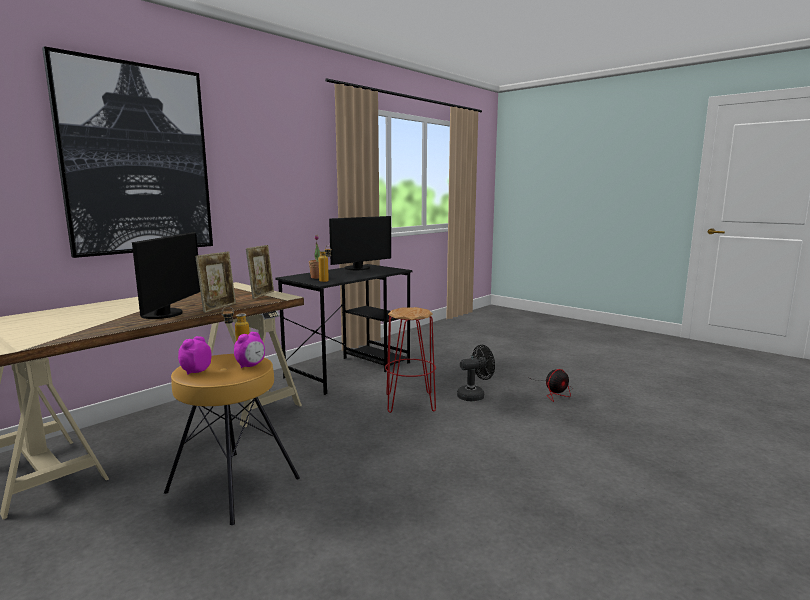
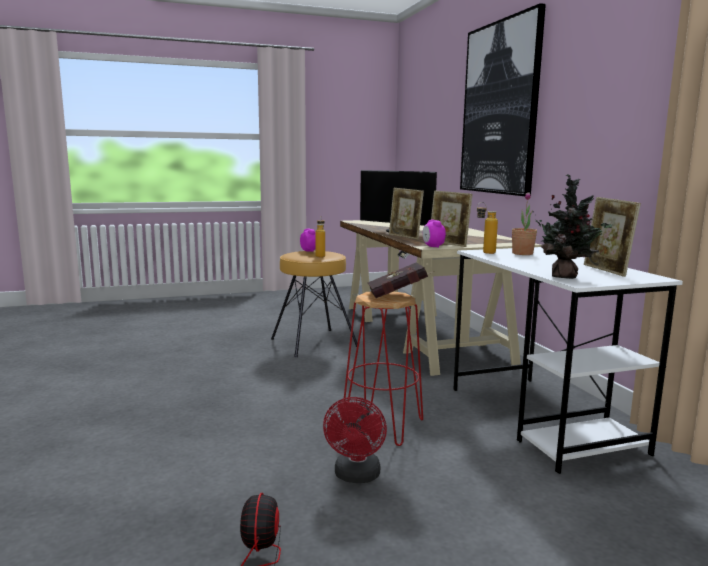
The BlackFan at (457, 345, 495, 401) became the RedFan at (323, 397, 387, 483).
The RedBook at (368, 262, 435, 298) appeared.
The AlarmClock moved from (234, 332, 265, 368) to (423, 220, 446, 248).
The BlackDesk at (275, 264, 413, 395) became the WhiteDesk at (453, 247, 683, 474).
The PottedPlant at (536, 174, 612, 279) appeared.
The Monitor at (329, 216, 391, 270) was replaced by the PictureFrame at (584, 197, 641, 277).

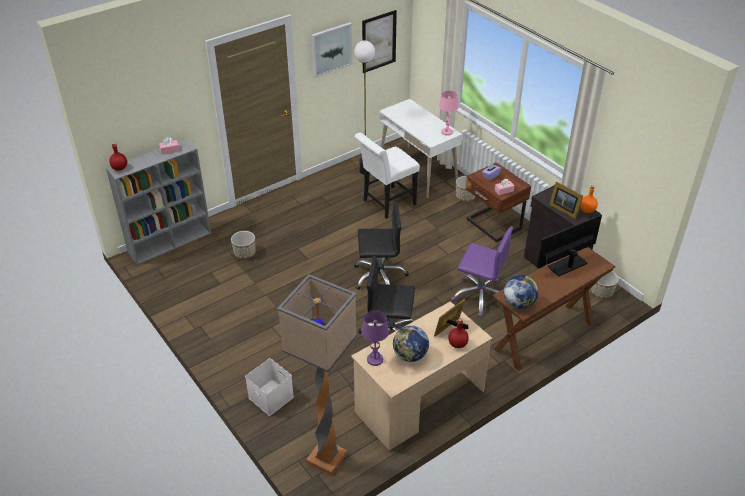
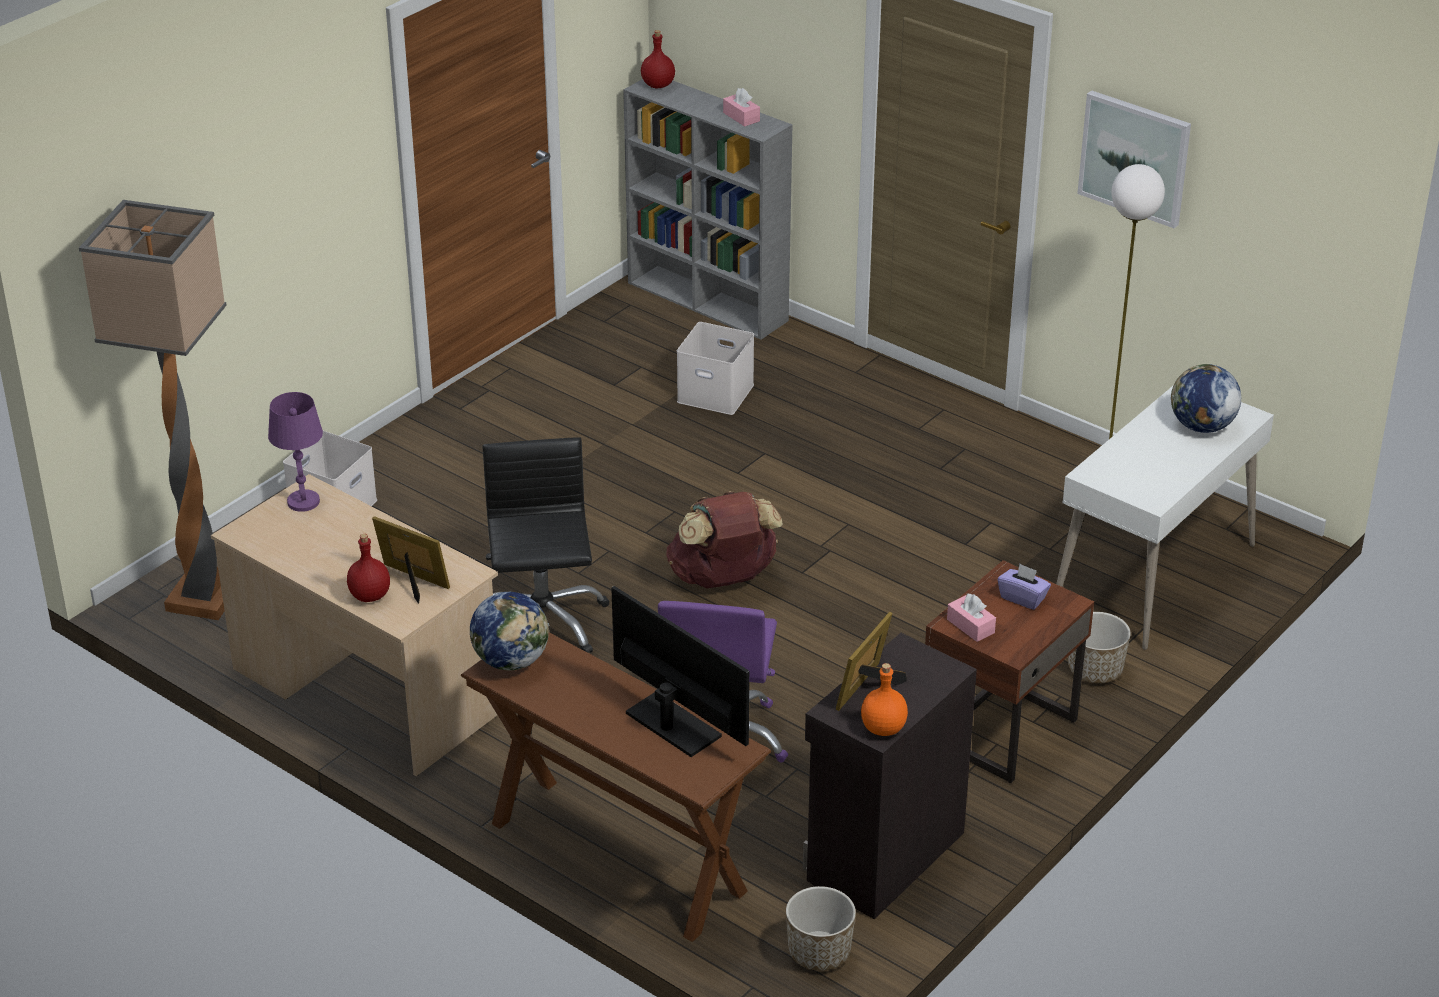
The BlackOfficeChair at (354, 201, 409, 290) was replaced by the BrownBackpack at (666, 491, 783, 588).
The Planter at (231, 231, 256, 259) was replaced by the WhiteStorageBox at (677, 322, 754, 415).
The Globe moved from (393, 325, 429, 362) to (1171, 364, 1241, 433).
The WhiteChair at (354, 133, 420, 219) disappeared.
The Picture at (362, 10, 397, 73) disappeared.
The PinkTableLamp at (439, 91, 459, 136) disappeared.

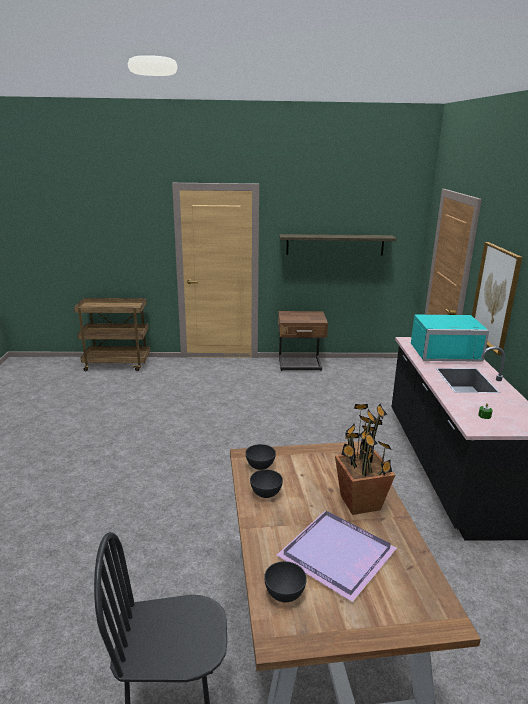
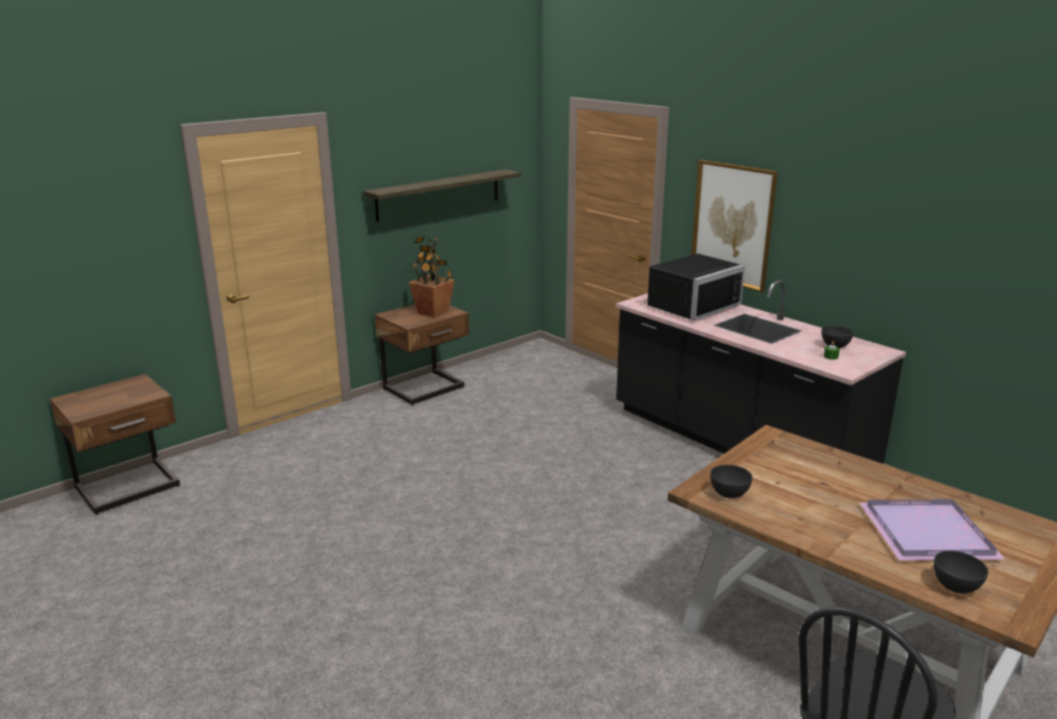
The BrownCart at (74, 298, 150, 371) was replaced by the BrownNightstand at (50, 374, 180, 515).
The PottedPlant moved from (335, 404, 395, 515) to (409, 234, 455, 318).
The TurquoiseMicrowave at (411, 315, 489, 362) became the BlackMicrowave at (644, 253, 745, 320).
The GreyBowl moved from (250, 470, 283, 498) to (821, 326, 854, 348).

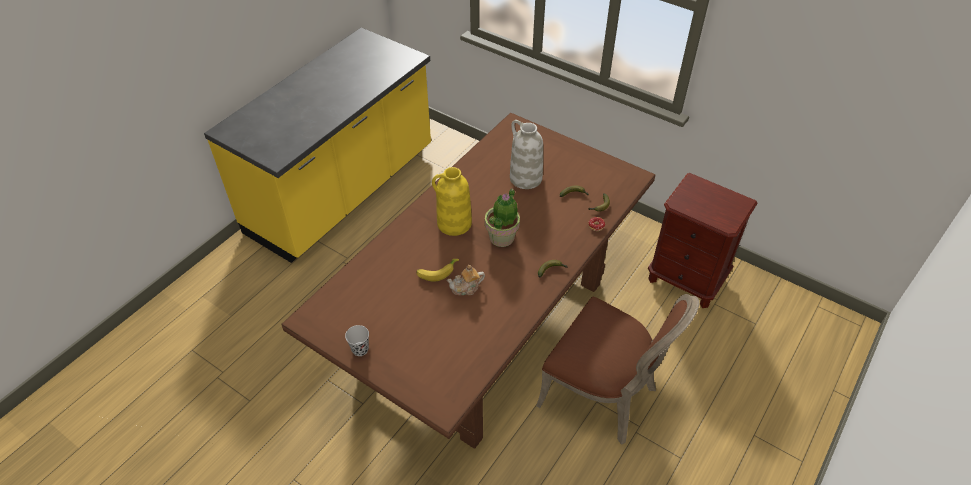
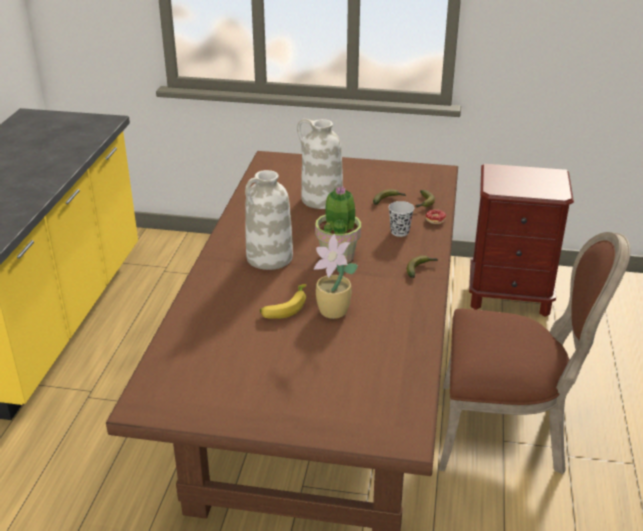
The YellowVase at (432, 167, 472, 236) became the WhiteVase at (245, 170, 293, 270).
The Teapot at (447, 265, 485, 295) was replaced by the PottedPlant at (314, 234, 358, 319).
The BlackCup moved from (345, 325, 369, 356) to (388, 201, 414, 237).

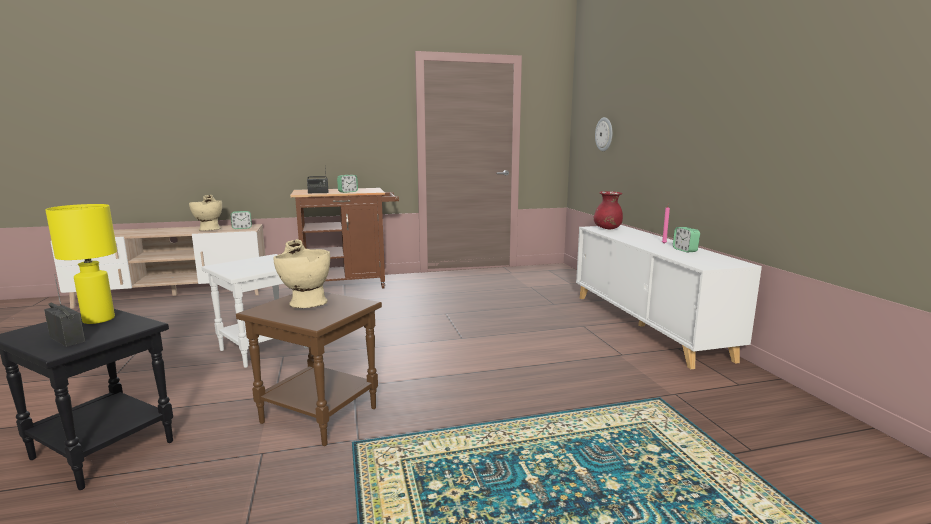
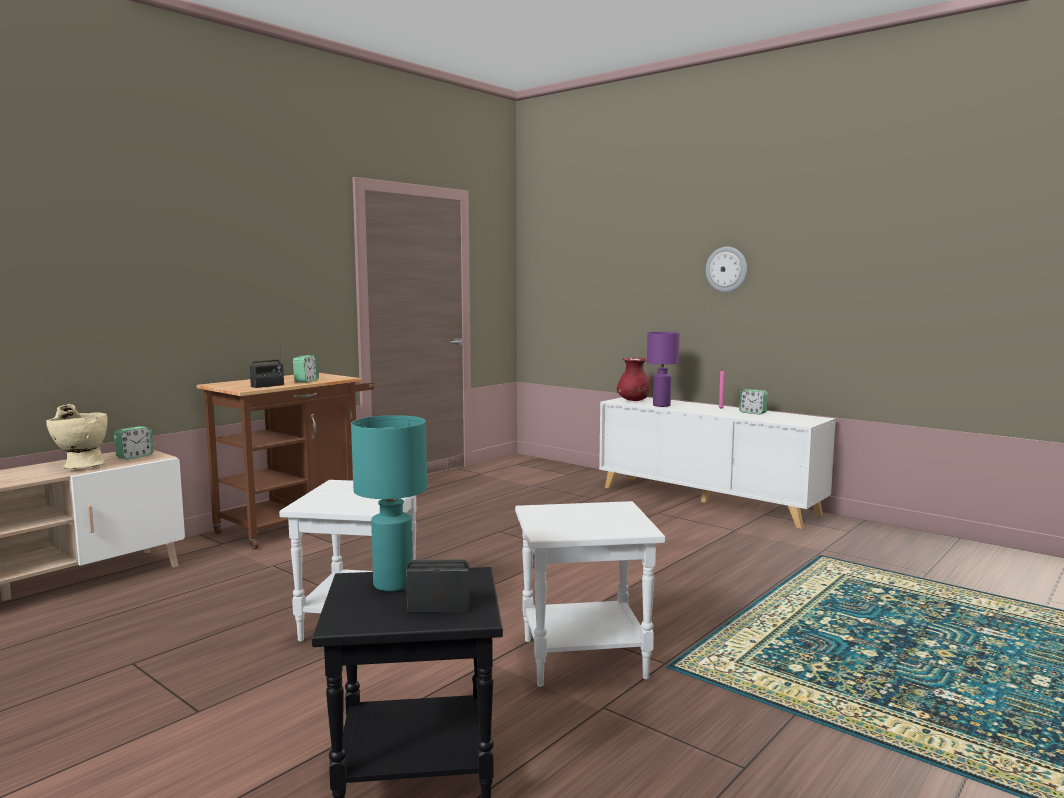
The YellowTableLamp at (45, 204, 117, 324) became the TurquoiseTableLamp at (351, 415, 427, 591).
The BrownSideTable at (236, 292, 382, 446) became the WhiteSideTable at (515, 501, 665, 687).
The PurpleTableLamp at (647, 332, 680, 407) appeared.
The WallClock moved from (595, 117, 612, 151) to (706, 247, 747, 292).
The BeigeVase at (274, 239, 330, 308) disappeared.

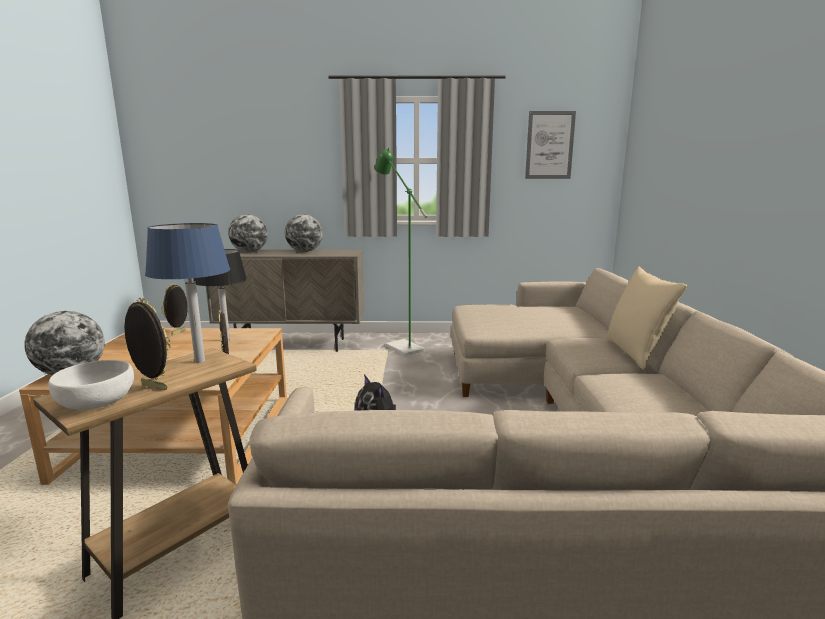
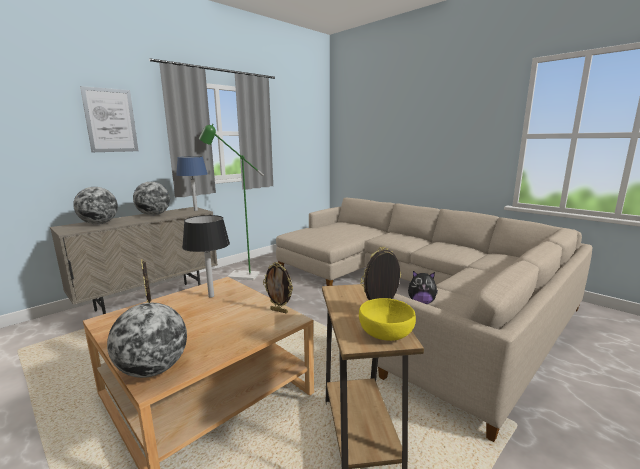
The Picture moved from (525, 111, 576, 179) to (80, 86, 138, 152).
The BlueTableLamp moved from (145, 223, 230, 363) to (176, 156, 207, 211).
The WhiteBowl at (49, 360, 134, 410) became the YellowBowl at (359, 298, 416, 341).
The BeigePillow at (607, 266, 687, 370) disappeared.

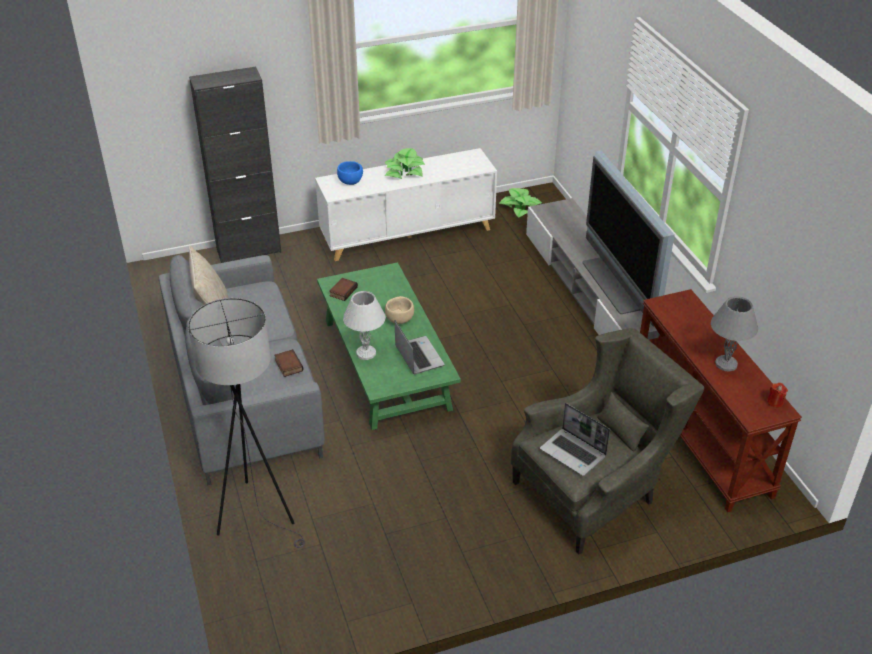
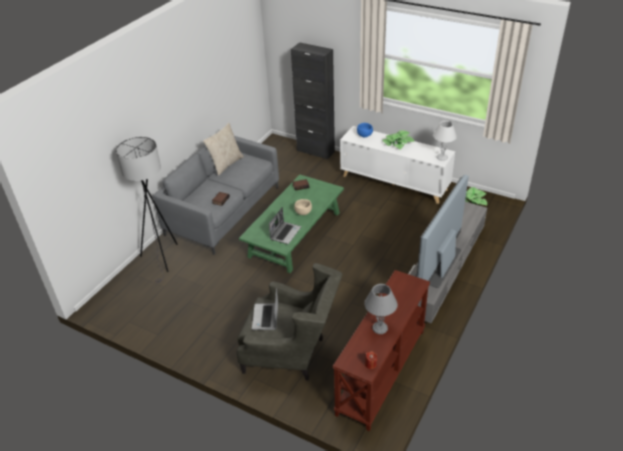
The WhiteTableLamp moved from (343, 291, 386, 360) to (433, 121, 457, 161).

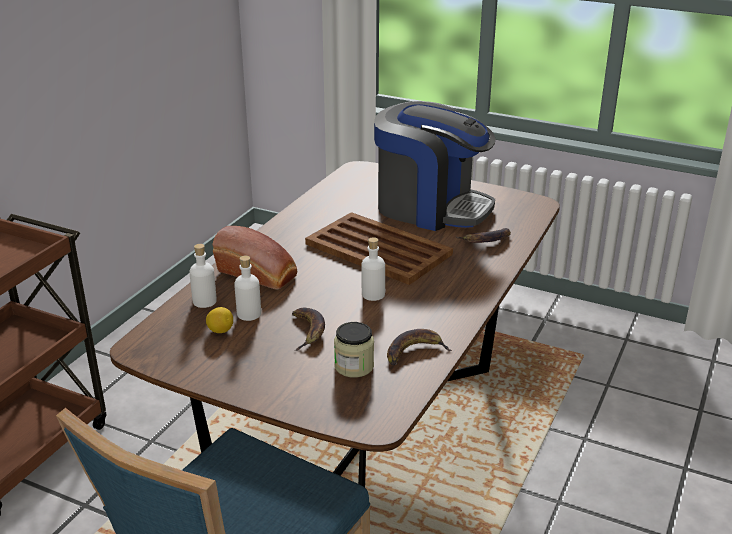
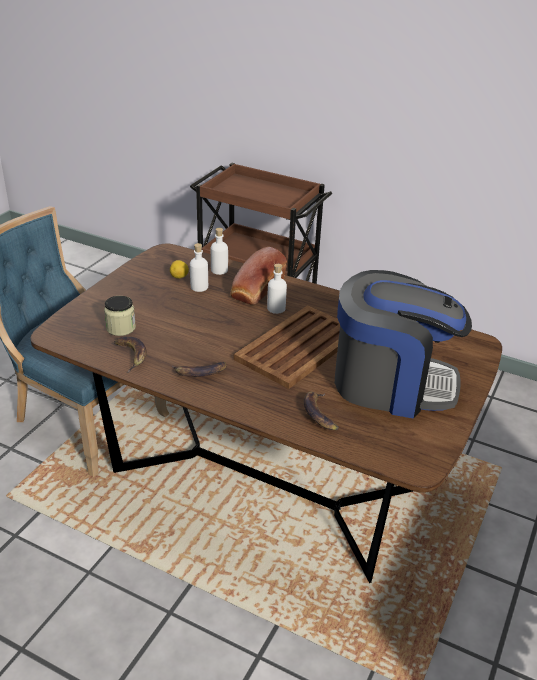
The Banana moved from (292, 308, 325, 351) to (172, 362, 226, 377).
The WhiteBottle moved from (361, 237, 385, 301) to (267, 264, 287, 314).
The CoffeeMachine at (374, 101, 495, 231) turned 105 degrees counterclockwise.

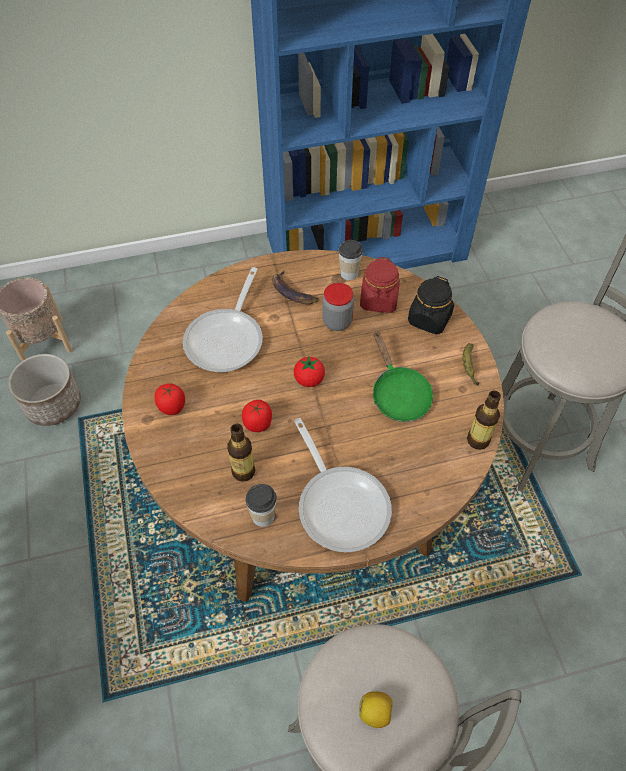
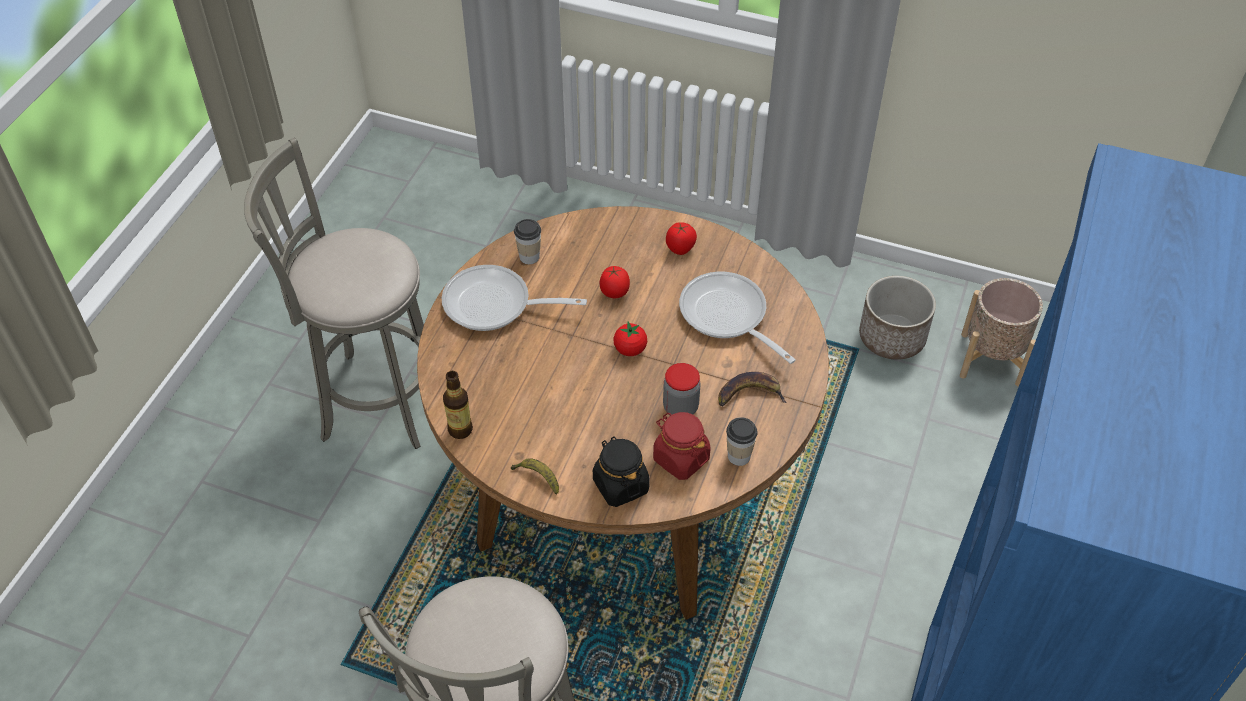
The Bottle at (227, 423, 255, 482) disappeared.
The Lemon at (359, 691, 393, 728) disappeared.
The GreenFryingPan at (373, 331, 433, 422) disappeared.

